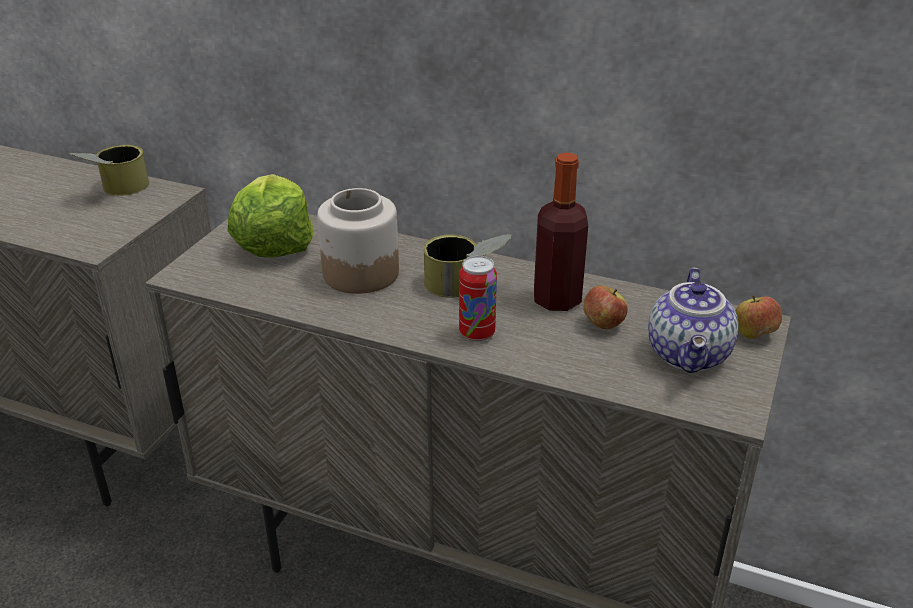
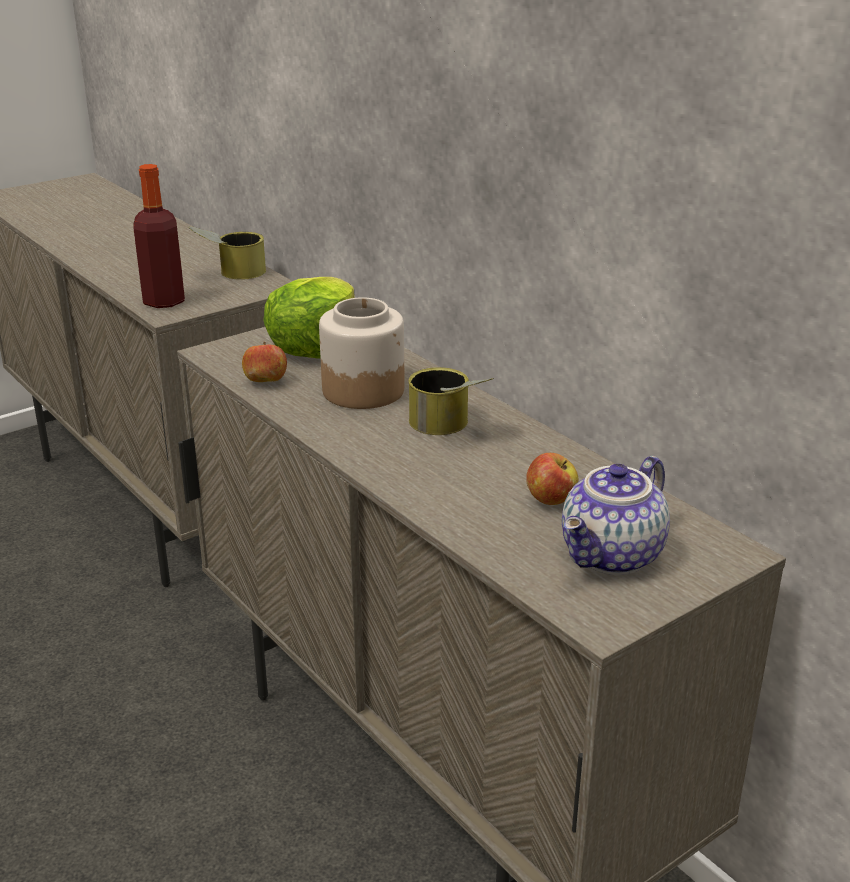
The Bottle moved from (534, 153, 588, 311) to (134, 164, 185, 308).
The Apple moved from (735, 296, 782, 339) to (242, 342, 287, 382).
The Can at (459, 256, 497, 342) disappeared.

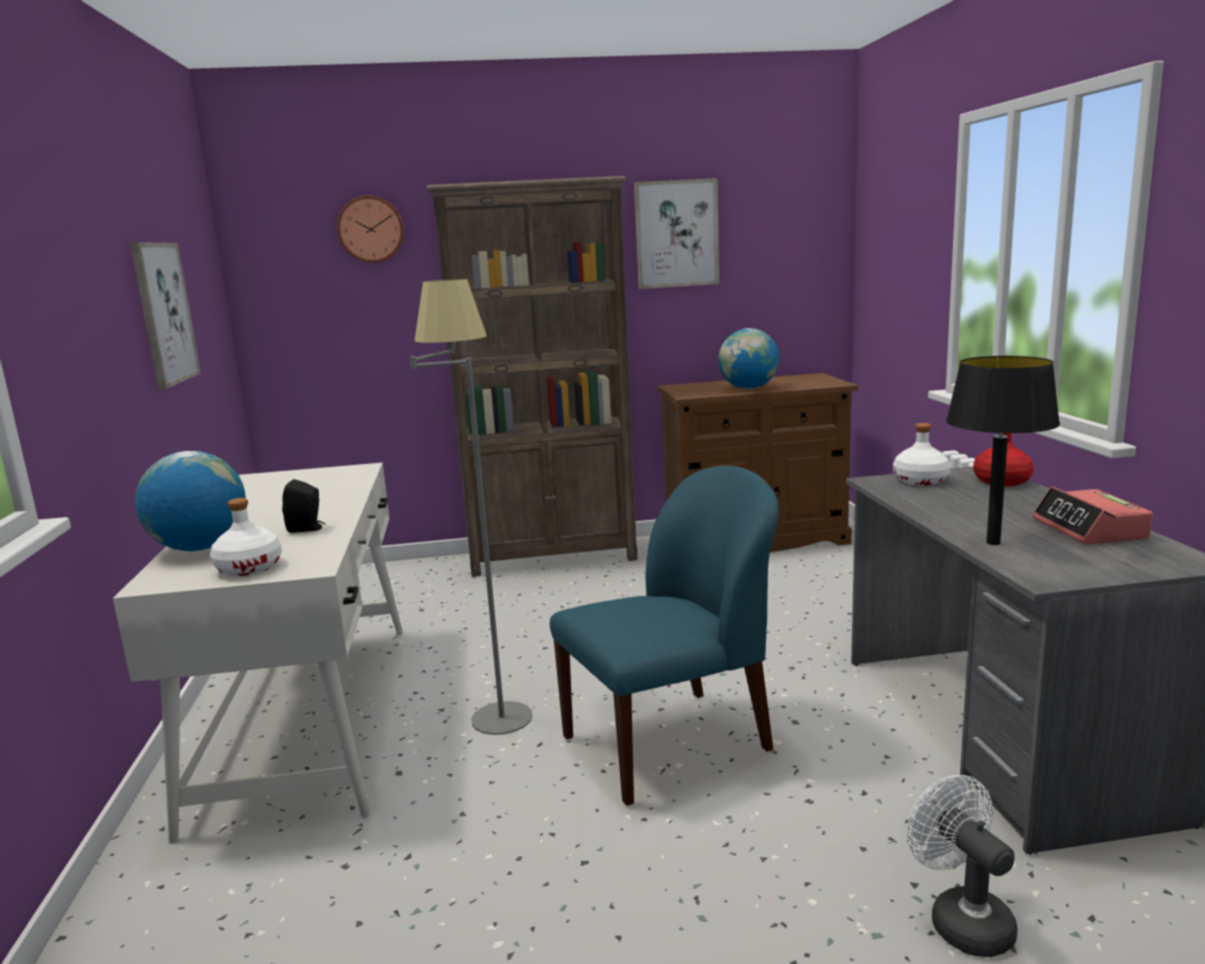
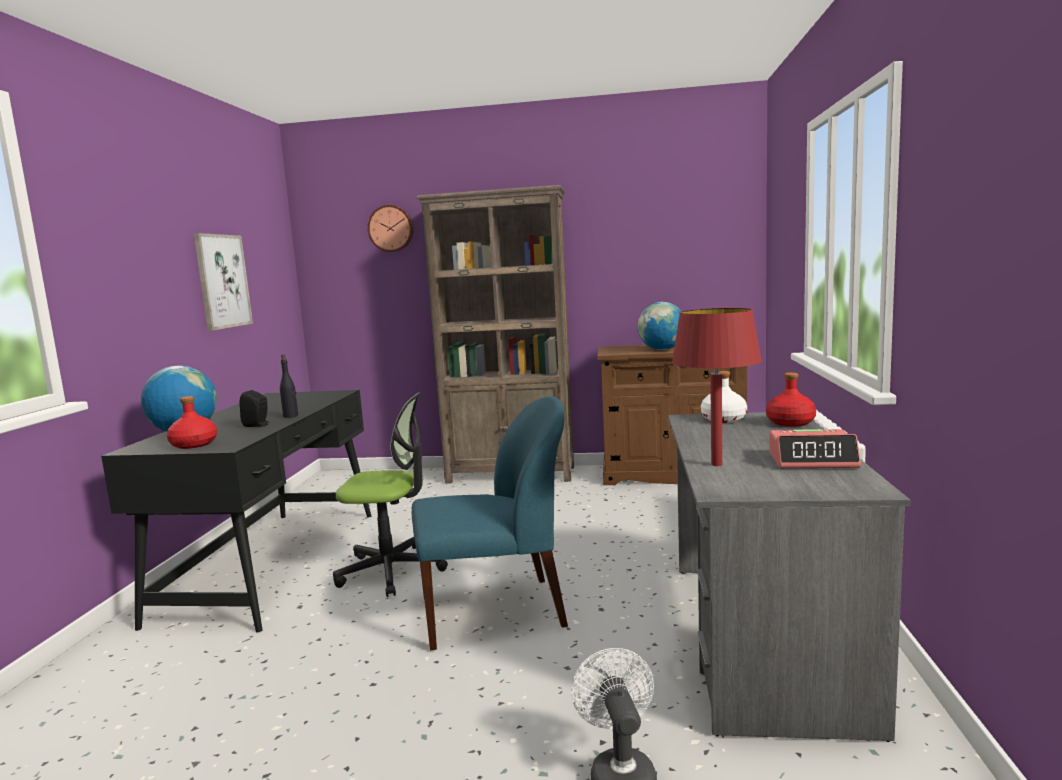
The WhiteDesk at (113, 463, 403, 844) became the BlackDesk at (101, 390, 371, 632).
The WhiteBottle at (210, 498, 282, 576) became the RedBottle at (167, 396, 217, 449).
The BlackBottle at (280, 354, 298, 418) appeared.
The GreyFloorLamp at (410, 279, 533, 735) was replaced by the OfficeChair at (333, 392, 448, 597).
The BlackTableLamp at (946, 356, 1060, 545) became the RedTableLamp at (672, 308, 762, 466).
The AlarmClock at (1033, 487, 1153, 545) turned 90 degrees counterclockwise.
The Picture at (634, 178, 719, 289) disappeared.

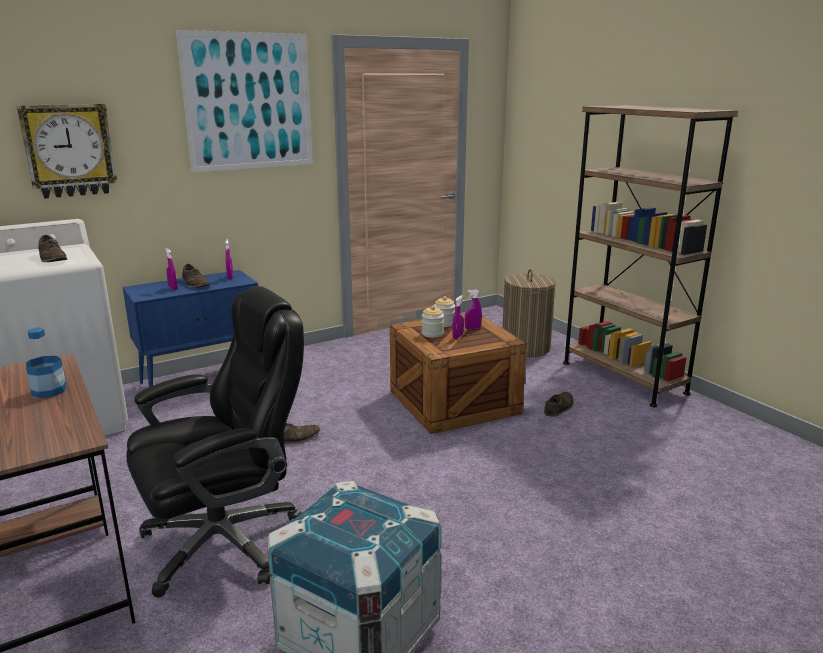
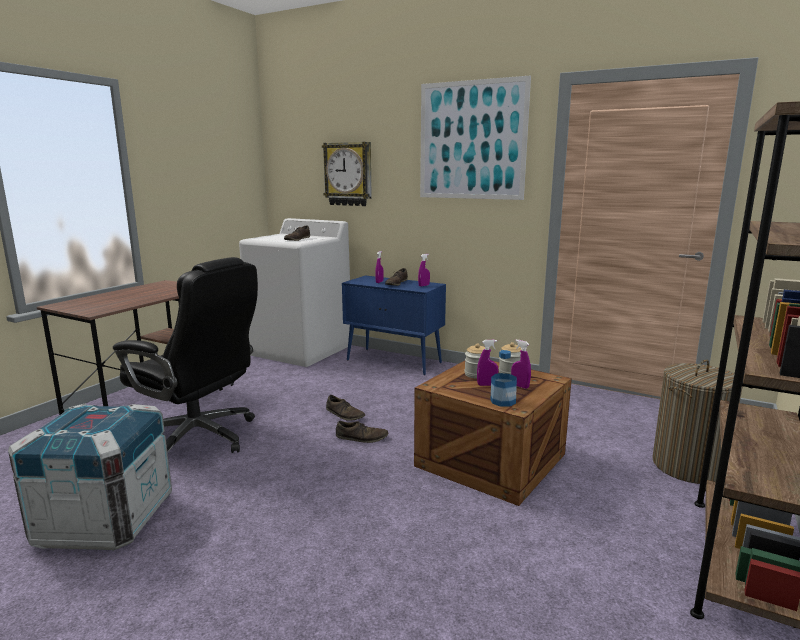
The BrownShoe moved from (544, 392, 574, 417) to (336, 421, 389, 443).
The Bottle moved from (26, 328, 66, 398) to (491, 350, 517, 407).

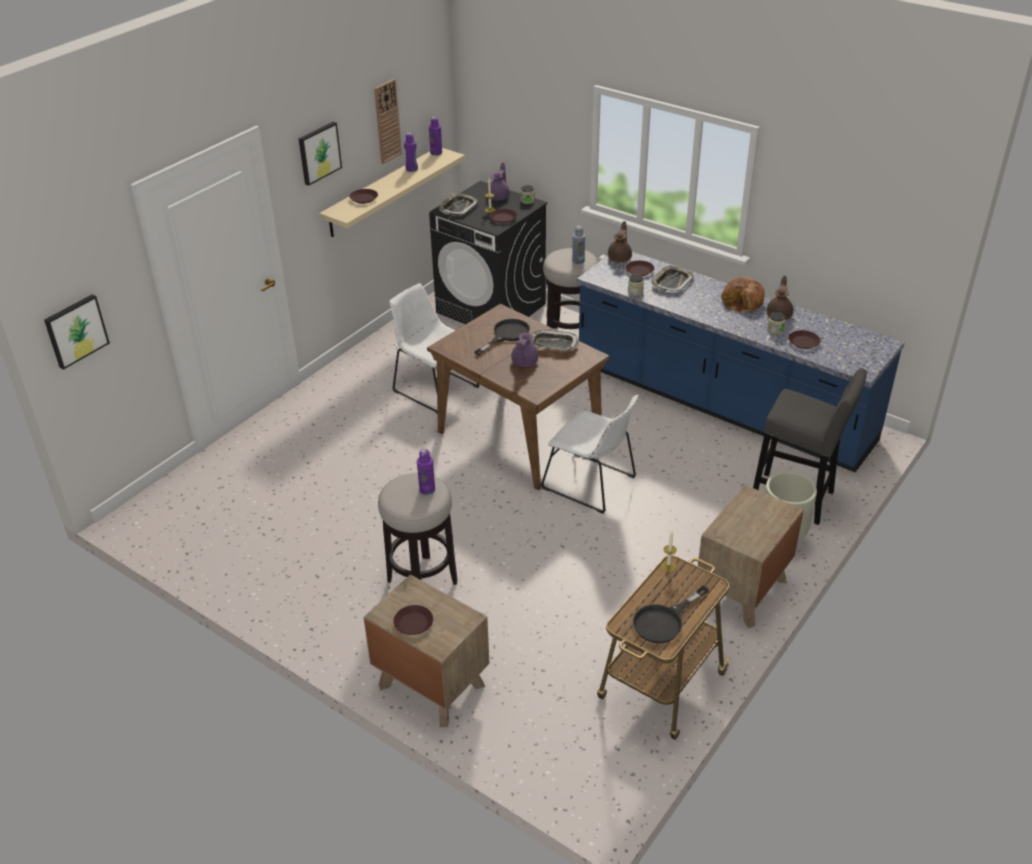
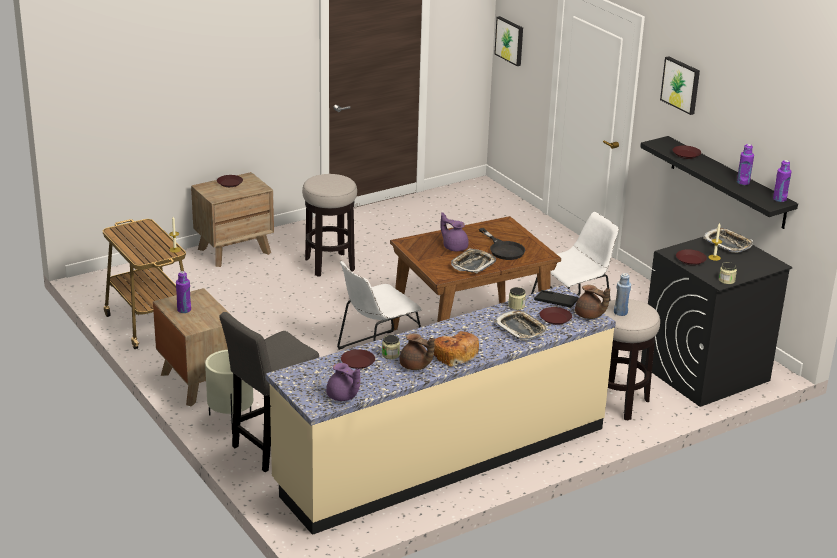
The PurpleBottle moved from (417, 449, 435, 495) to (176, 271, 191, 313).
The BlueCounter at (577, 252, 905, 472) became the BeigeCounter at (266, 285, 616, 535).
The PurpleTeapot moved from (487, 162, 510, 201) to (326, 363, 360, 401).
The BlackTray at (534, 290, 579, 308) appeared.
The BeigeShelf at (319, 148, 465, 237) became the BlackShelf at (640, 136, 798, 229).
The WallClock at (374, 79, 402, 164) disappeared.
The BlackFryingPan at (633, 586, 709, 643) disappeared.

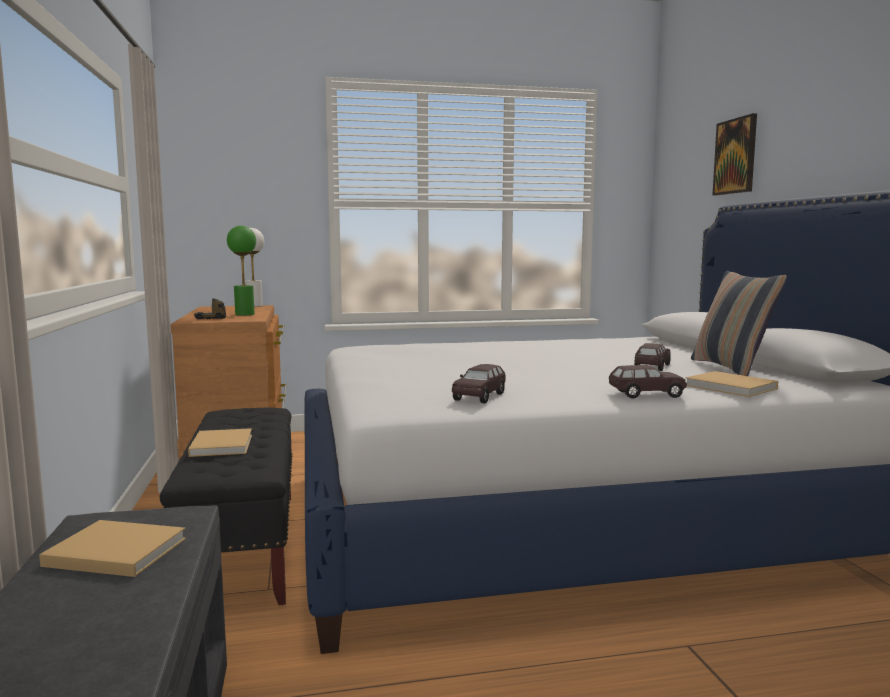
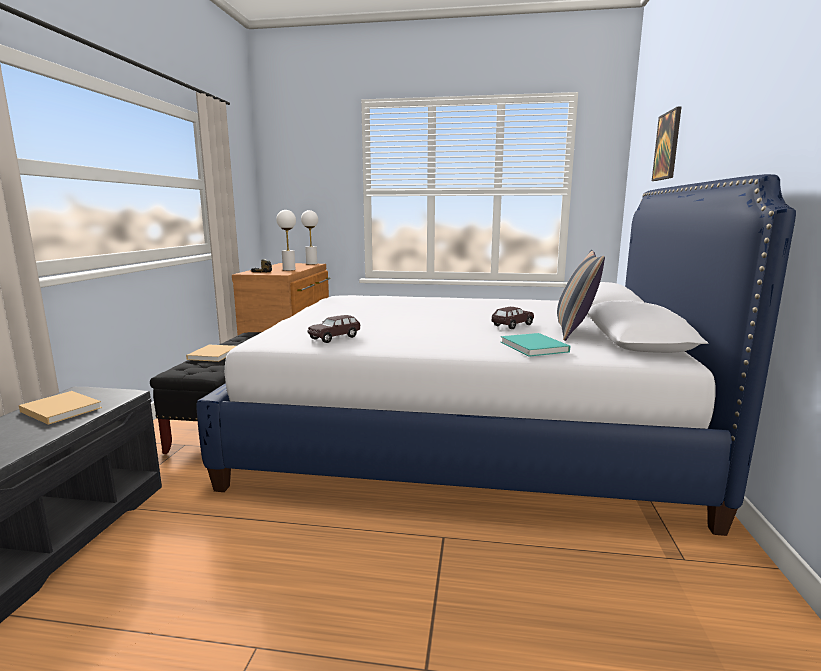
The GreenTableLamp at (227, 226, 256, 316) became the WhiteTableLamp at (276, 210, 296, 271).
The BeigeBook at (685, 371, 778, 397) became the TurquoiseBook at (501, 333, 570, 357).
The BrownToyCar at (609, 365, 687, 398) disappeared.

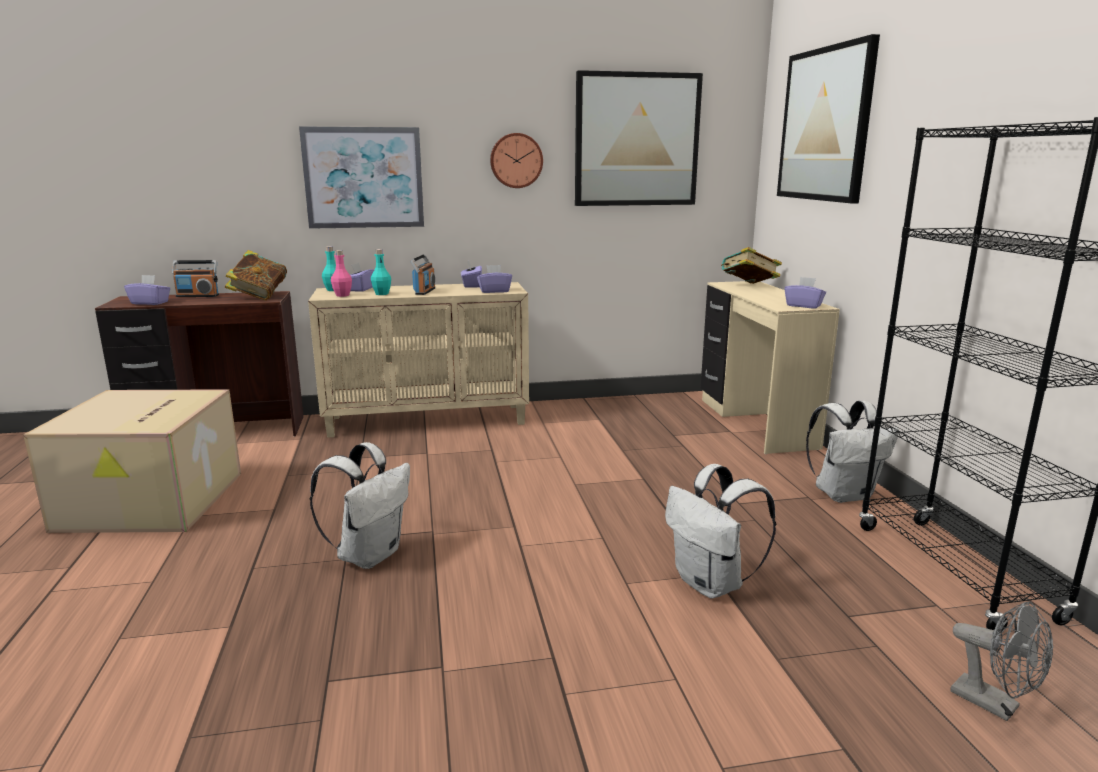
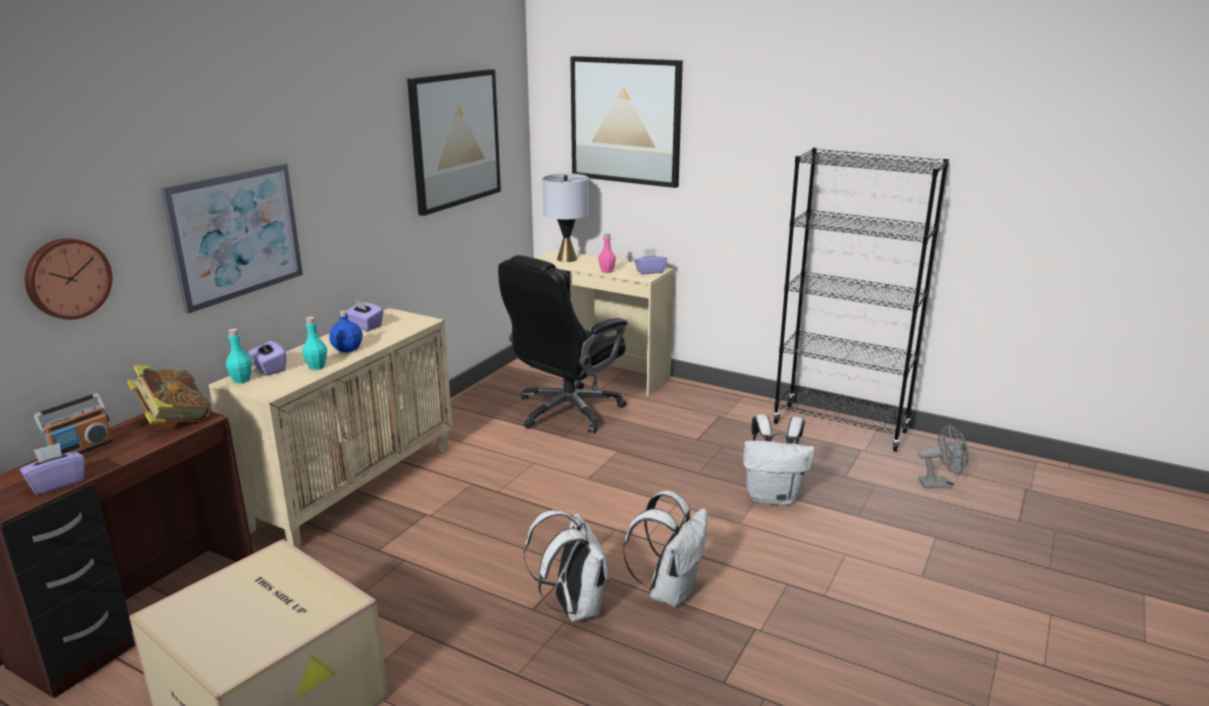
The WallClock moved from (490, 133, 543, 188) to (25, 238, 112, 320).
The Radio at (410, 254, 435, 295) was replaced by the BlueBottle at (329, 311, 363, 352).
The BlackOfficeChair at (498, 255, 627, 433) appeared.
The Book at (721, 247, 782, 284) was replaced by the GreyTableLamp at (543, 173, 589, 262).
The PinkBottle moved from (331, 250, 352, 297) to (598, 233, 616, 273).
The WhiteBackpack moved from (806, 401, 899, 503) to (623, 490, 707, 607).
The PurpleTissueBox at (477, 265, 512, 293) disappeared.

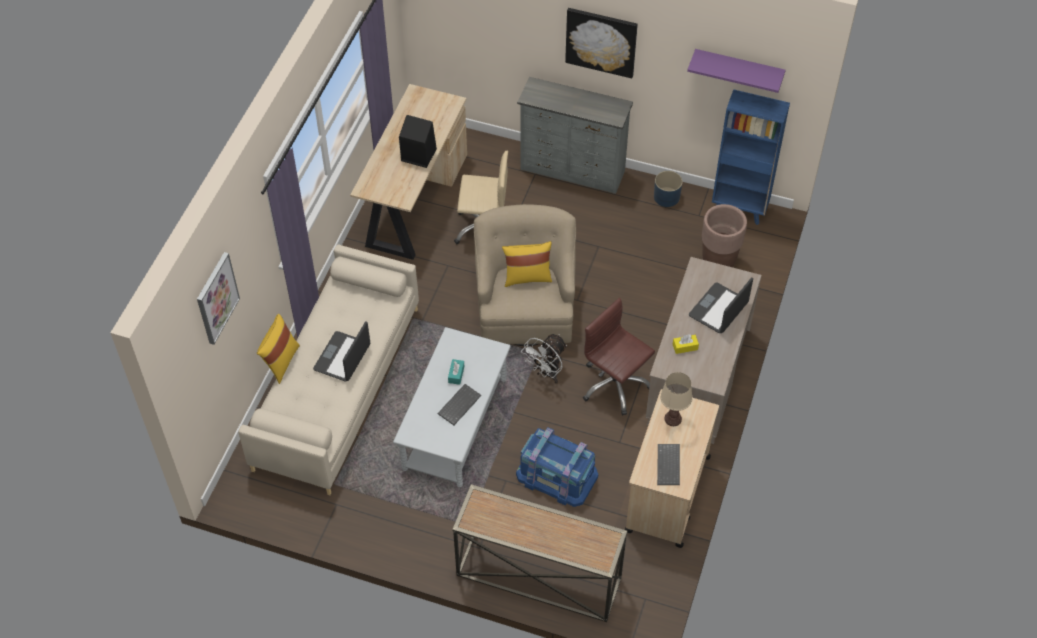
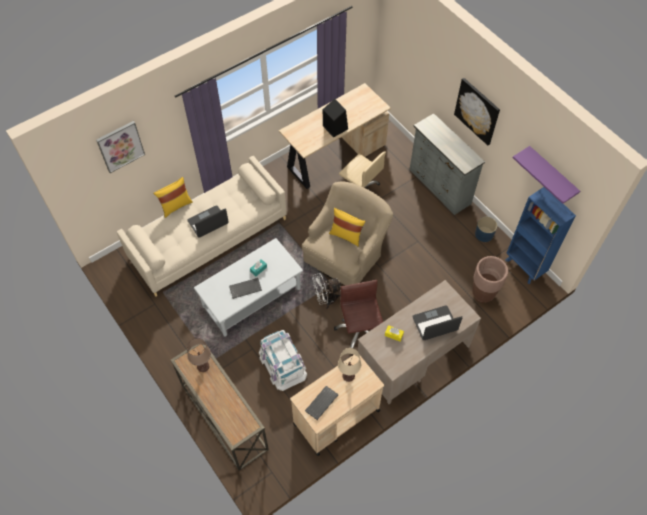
The BrownTableLamp at (187, 338, 211, 372) appeared.
The BlueStorageBox at (516, 427, 598, 507) became the WhiteStorageBox at (259, 330, 307, 391).

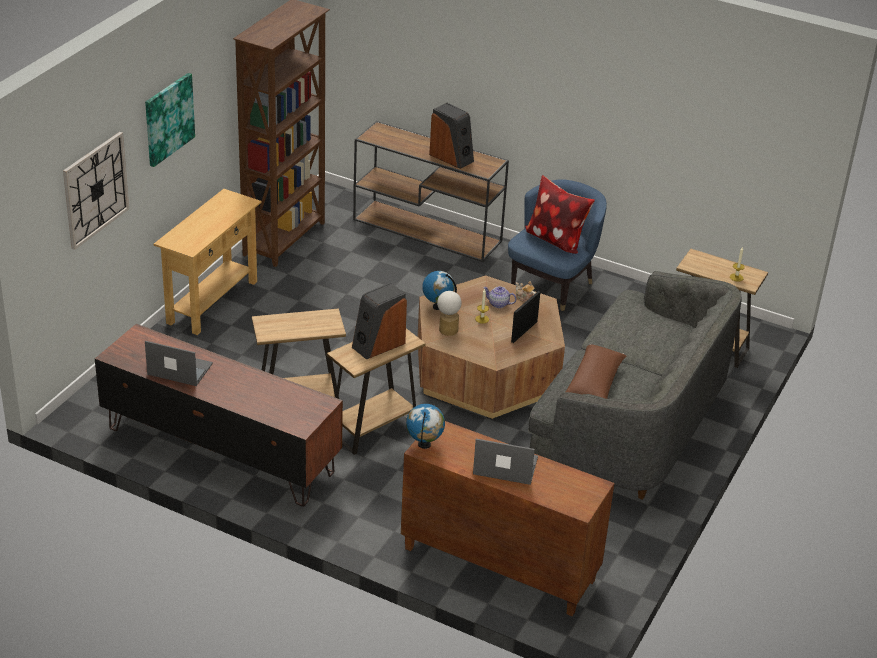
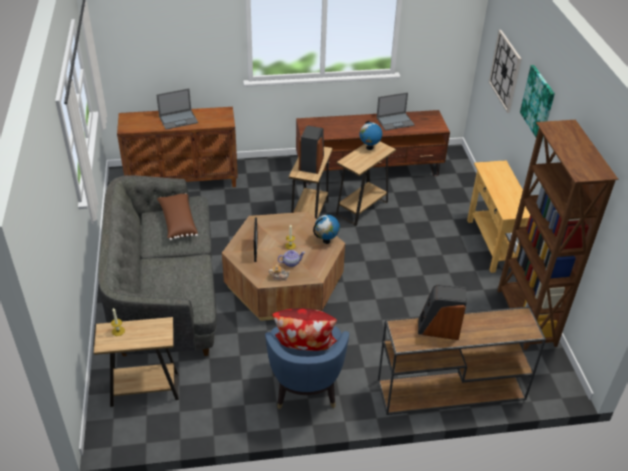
The Globe moved from (406, 404, 445, 449) to (360, 121, 382, 150).
The TableLamp at (437, 291, 462, 336) disappeared.

